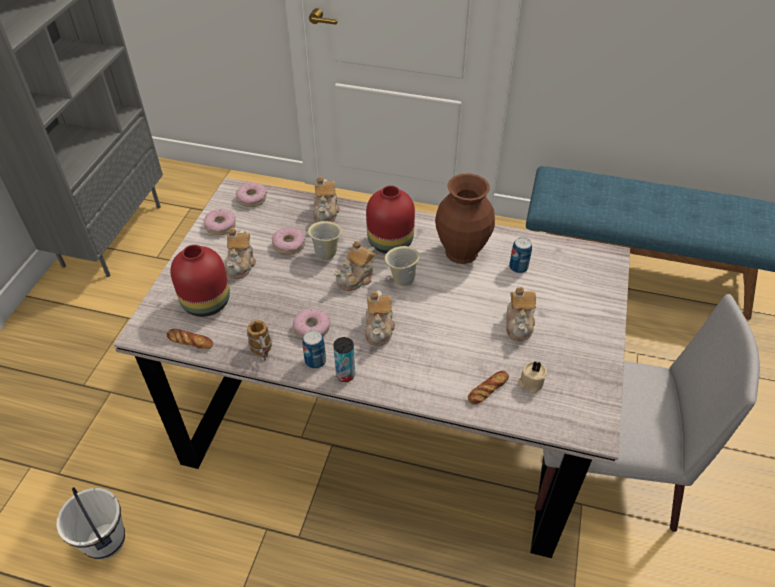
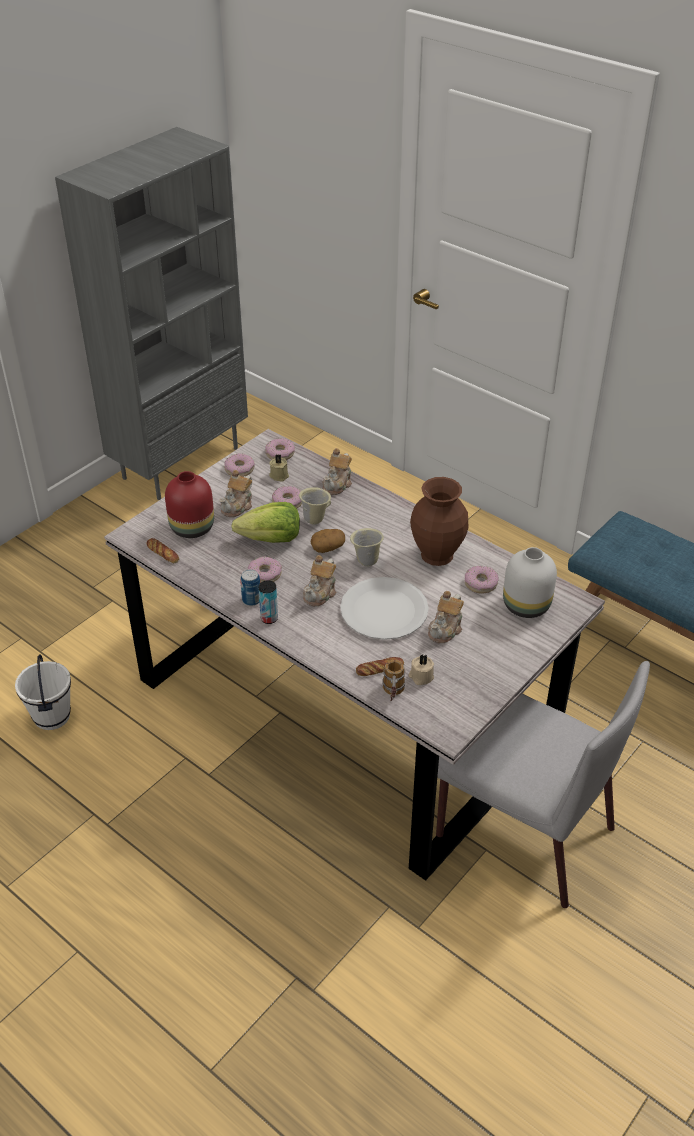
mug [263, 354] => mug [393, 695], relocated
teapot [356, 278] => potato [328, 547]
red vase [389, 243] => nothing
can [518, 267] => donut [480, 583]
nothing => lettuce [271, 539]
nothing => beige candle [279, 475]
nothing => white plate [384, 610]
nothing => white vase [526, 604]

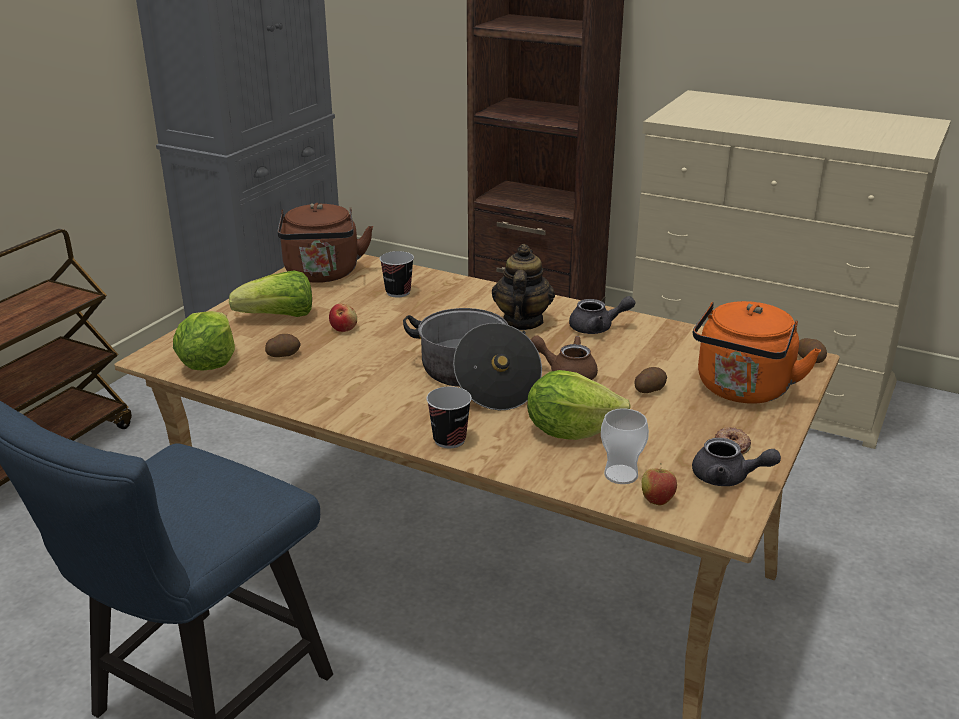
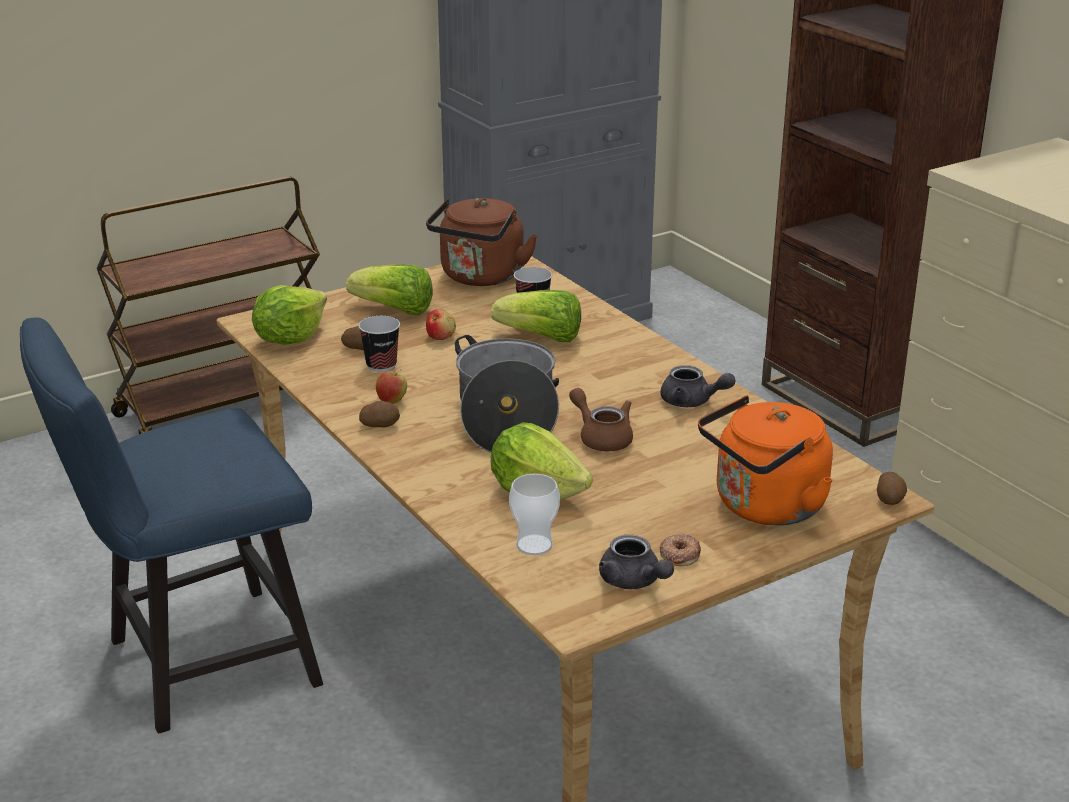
cup [449, 440] => cup [381, 365], relocated
teapot [521, 322] => nothing
potato [649, 389] => potato [379, 424], relocated
apple [657, 500] => apple [392, 401], relocated
nothing => lettuce [541, 337]

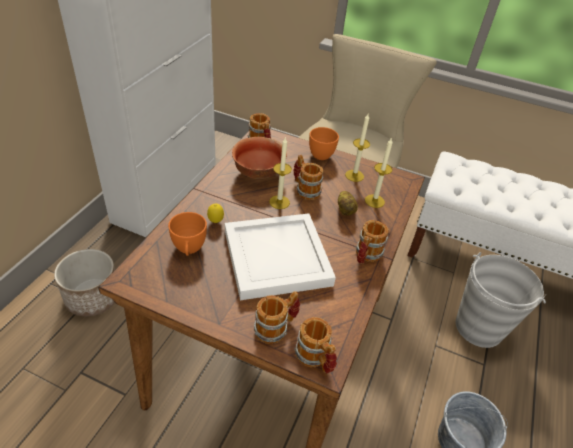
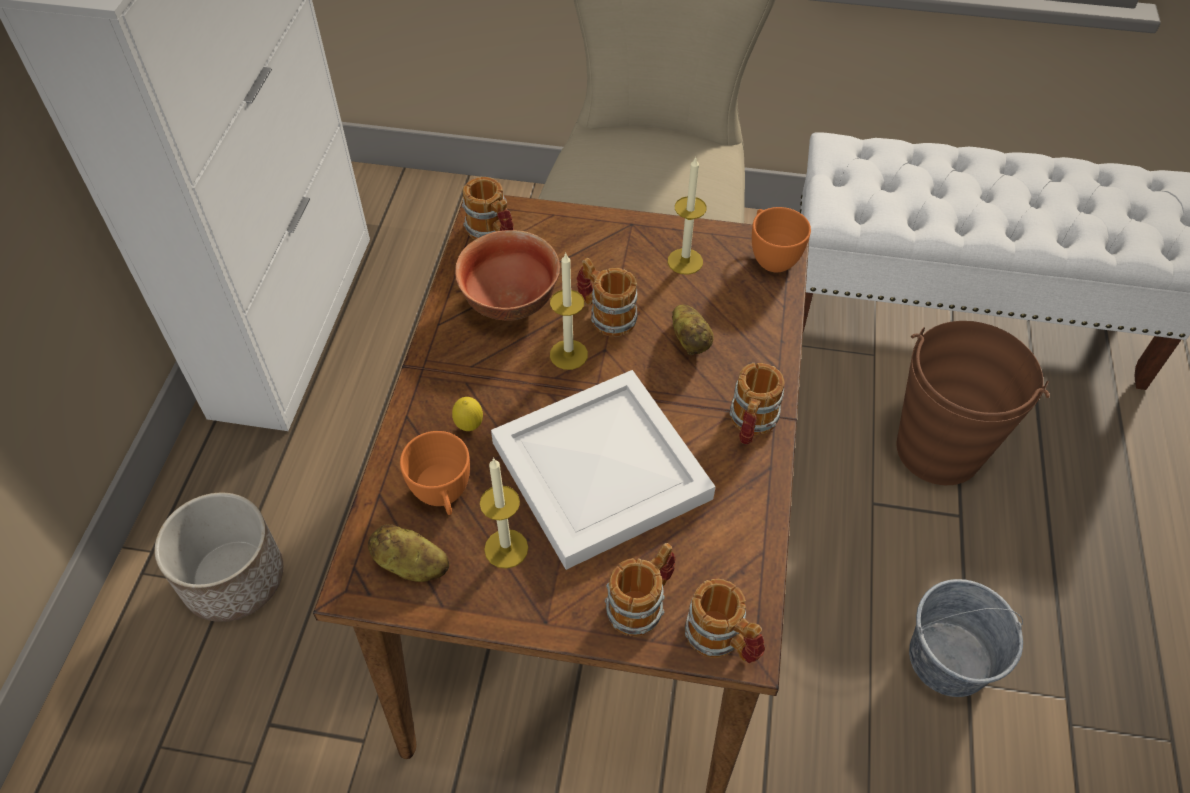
orange cup [320, 153] => orange cup [771, 256], relocated
candle [374, 201] => candle [506, 548], relocated
grey bucket [478, 327] => brown bucket [937, 450]
nothing => potato [411, 565]

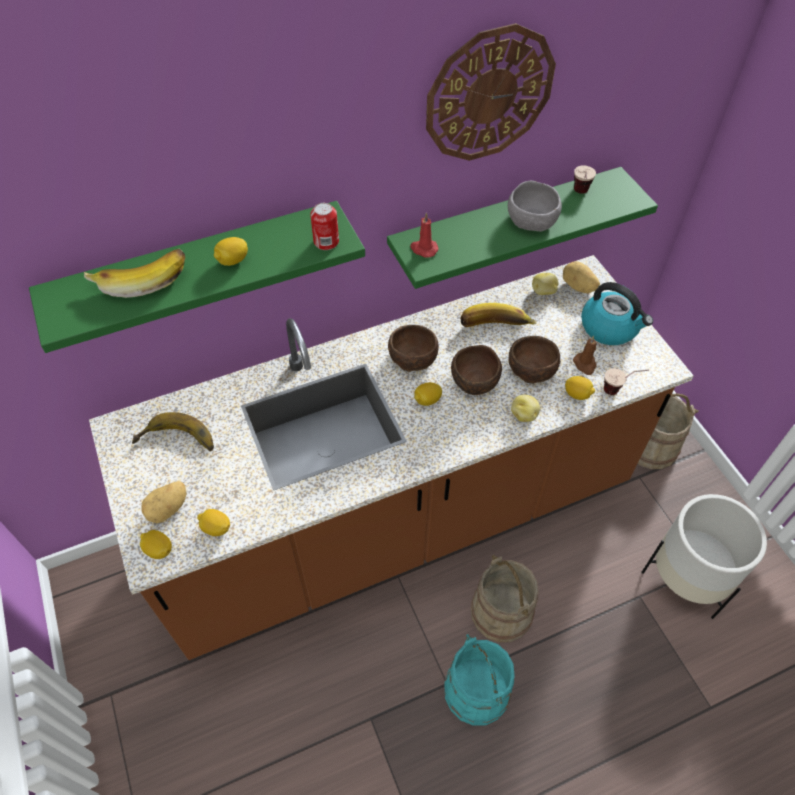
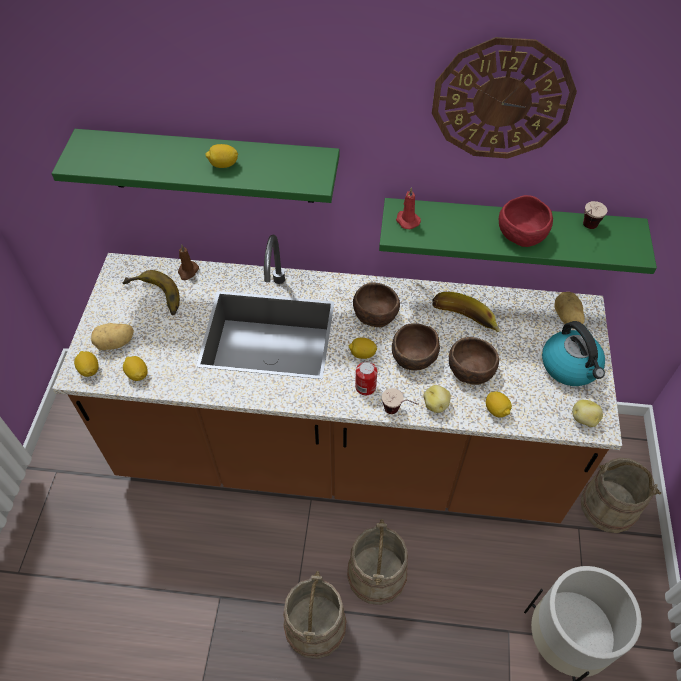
banana [141, 278] => nothing
can [326, 242] => can [365, 387], relocated
turquoise bucket [477, 691] => beige bucket [315, 626]
grey bowl [532, 221] => red bowl [522, 234]
potato [544, 291] => potato [584, 419], relocated
brown candle [585, 364] => brown candle [188, 271], relocated
cup [619, 390] => cup [398, 412], relocated

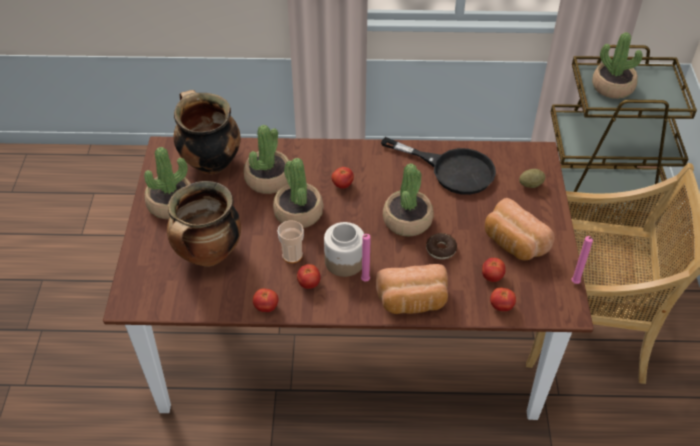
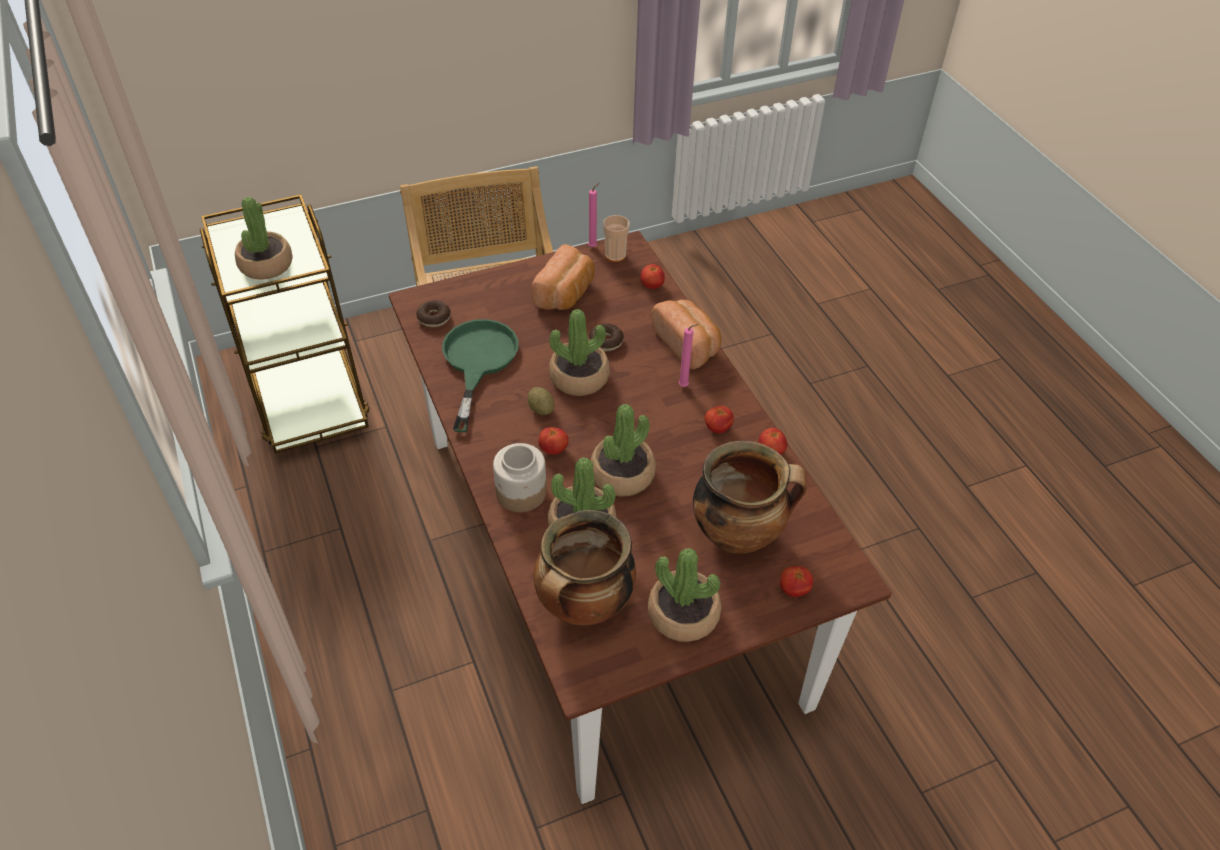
cup [292, 255] => cup [615, 255], relocated
jar [344, 261] => jar [521, 493], relocated
black frying pan [452, 169] => green frying pan [478, 362]
tomato [492, 277] => tomato [793, 589], relocated
potato [530, 184] => potato [541, 409], relocated
nothing => donut [434, 318]

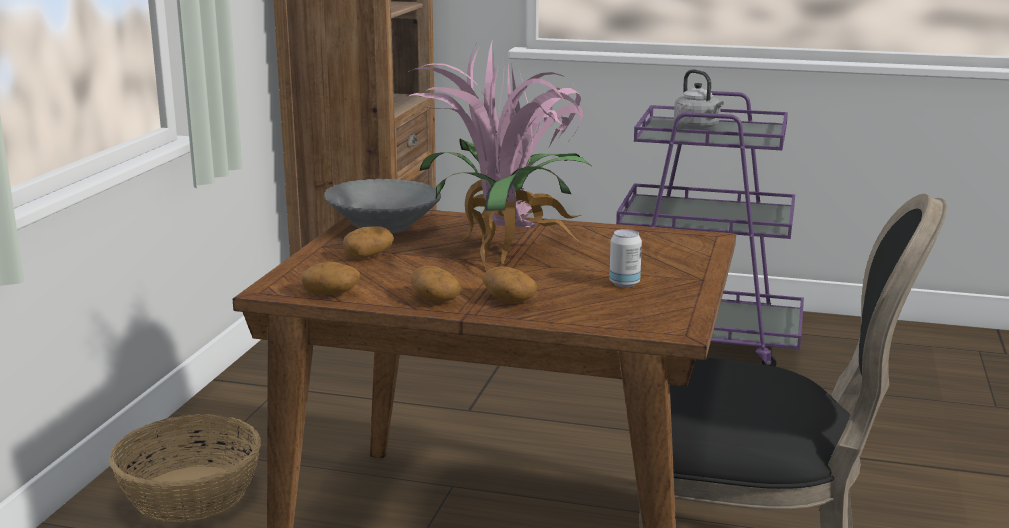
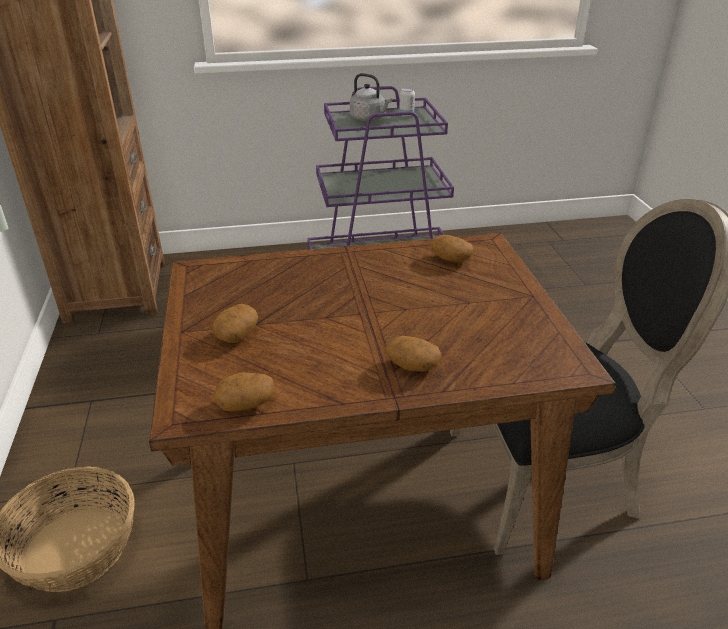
grey bowl [384, 226] => nothing
potted plant [510, 251] => nothing
potato [434, 299] => potato [450, 258], relocated
can [624, 283] => can [406, 115], relocated

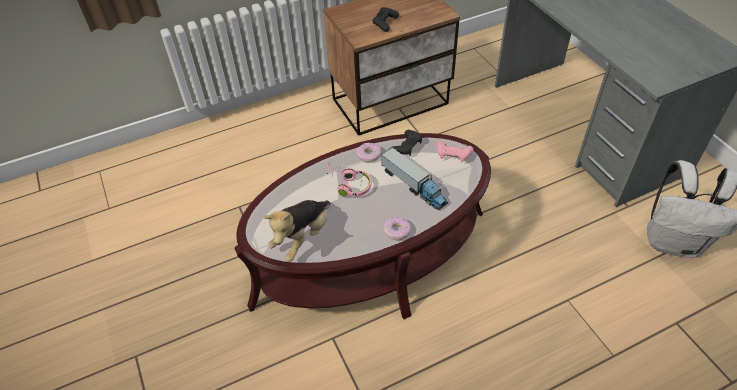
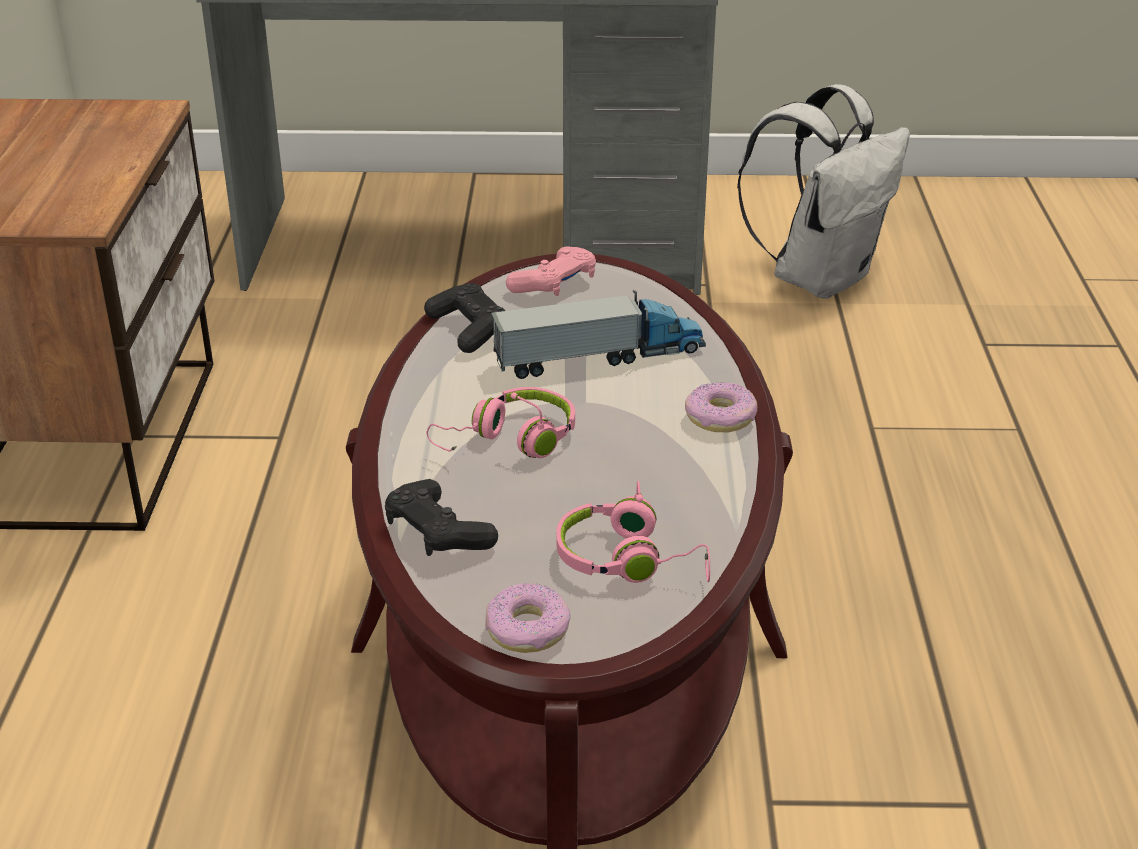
plush toy [302, 238] => pink headphones [630, 560]
donut [369, 155] => donut [528, 629], relocated
black game controller [385, 23] => black game controller [438, 533], relocated

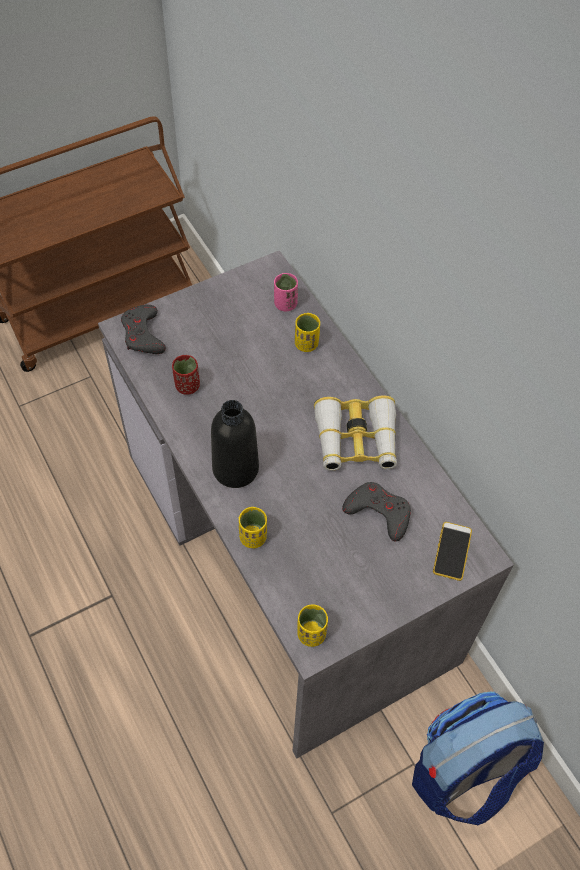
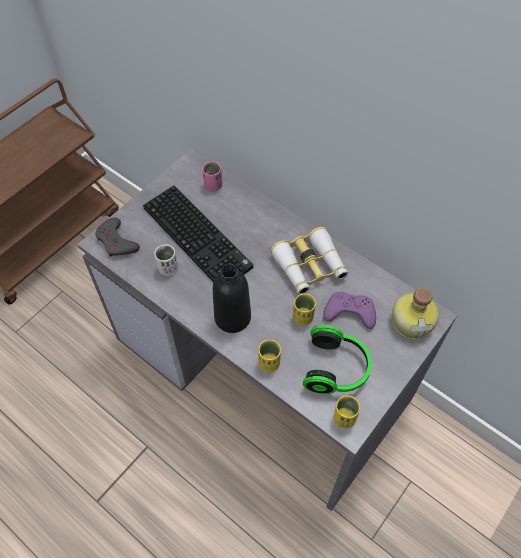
red cup [187, 386] => white cup [168, 268]
yellow cup [306, 344] => yellow cup [303, 317], relocated
grey game controller [378, 512] => purple game controller [349, 312]
backpack [463, 773] => nothing
phone [452, 551] => bottle [412, 321]
nothing => keyboard [199, 237]
nothing => headphones [337, 368]

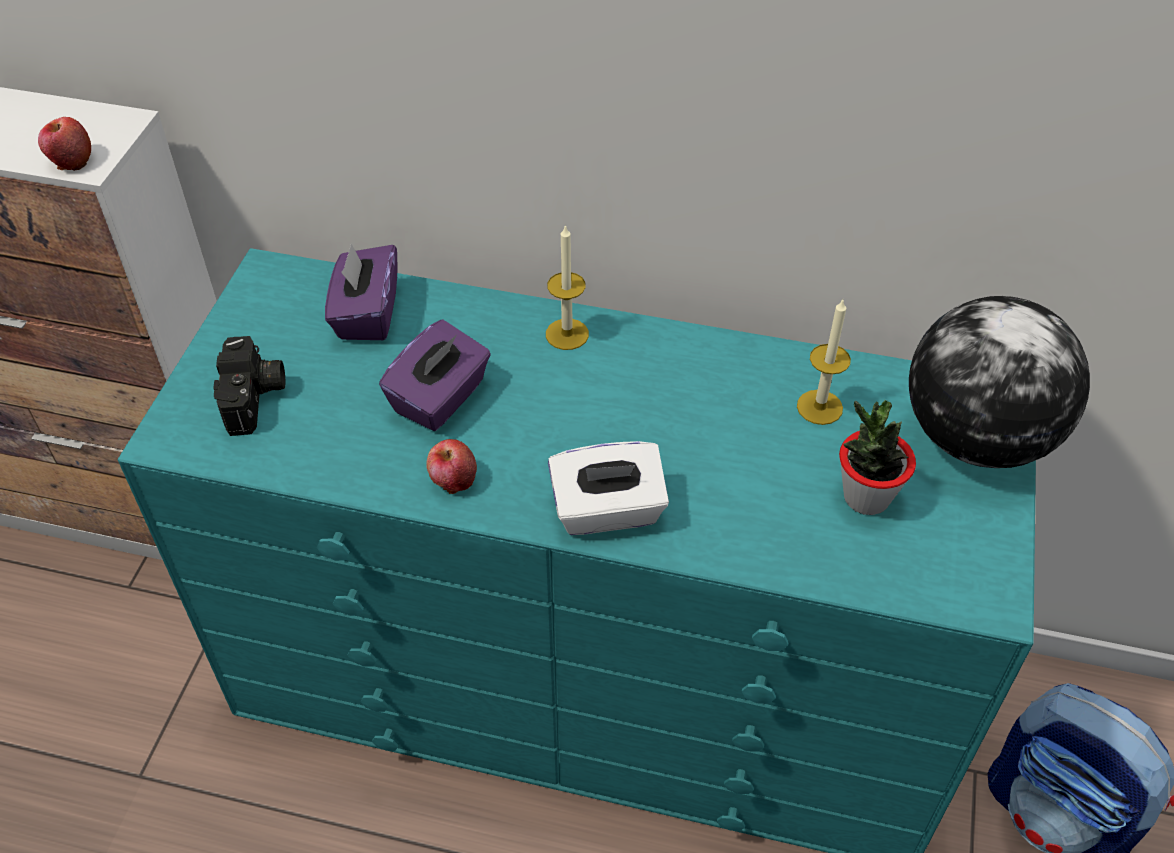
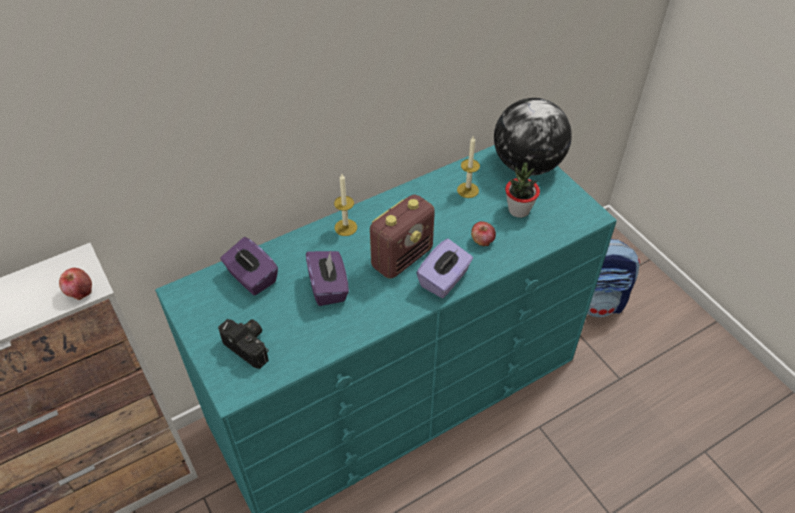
apple [453, 480] => apple [482, 241], relocated
white tissue box [607, 511] => purple tissue box [444, 280]
nothing => radio [402, 257]

